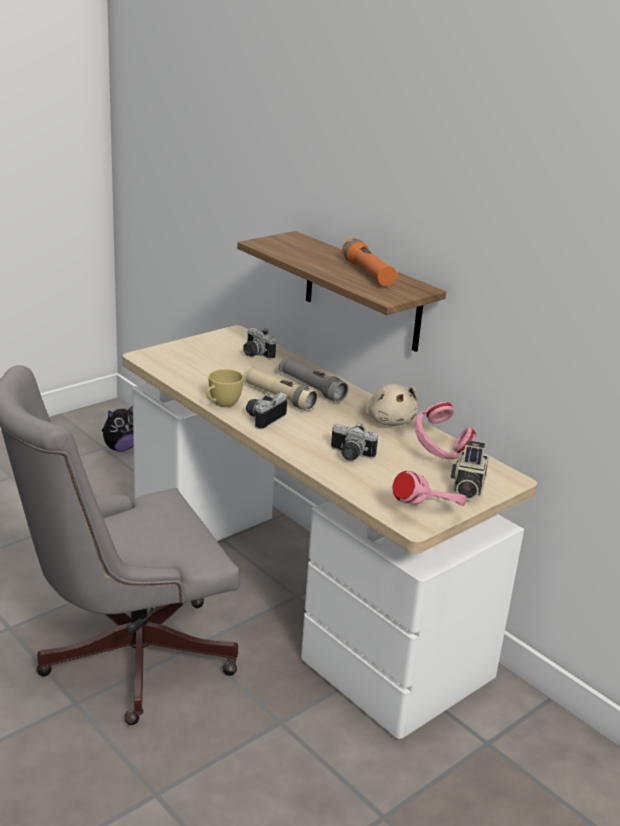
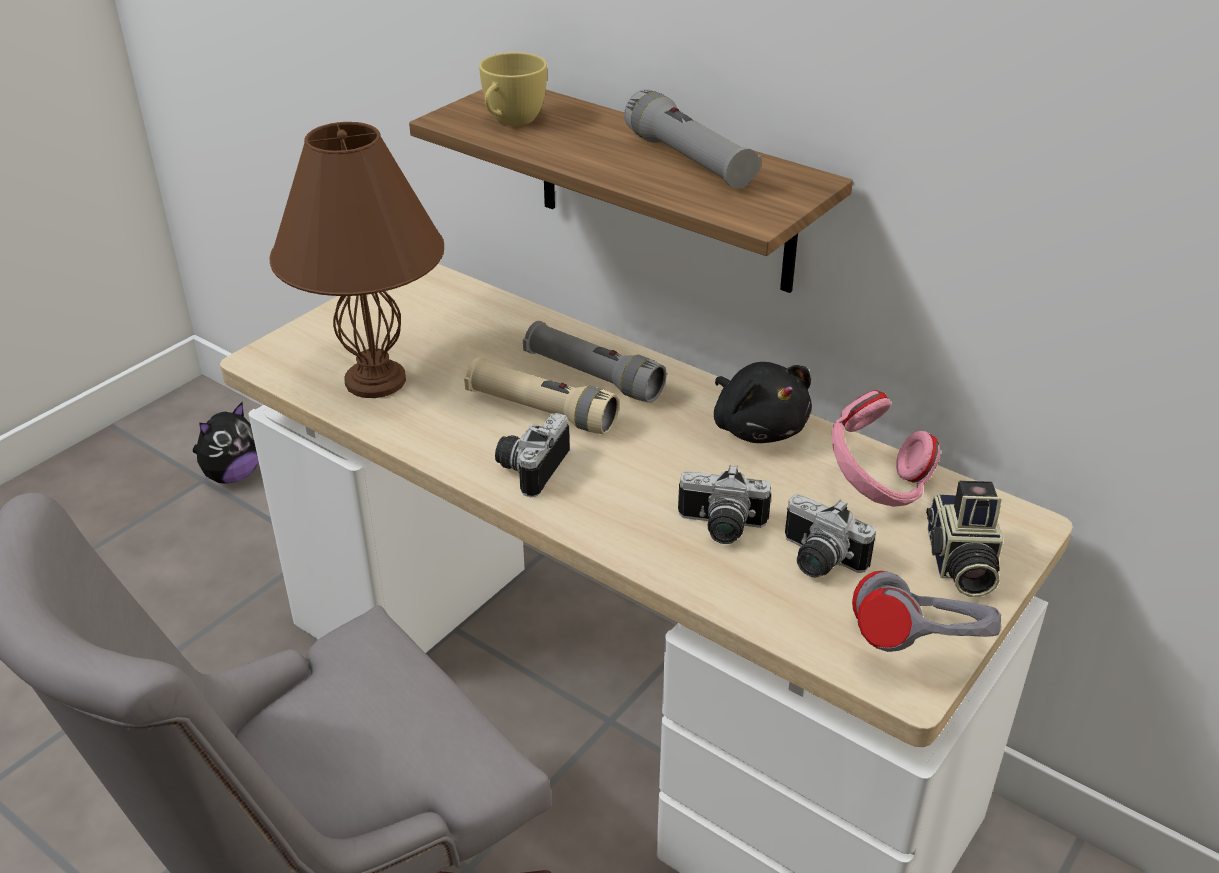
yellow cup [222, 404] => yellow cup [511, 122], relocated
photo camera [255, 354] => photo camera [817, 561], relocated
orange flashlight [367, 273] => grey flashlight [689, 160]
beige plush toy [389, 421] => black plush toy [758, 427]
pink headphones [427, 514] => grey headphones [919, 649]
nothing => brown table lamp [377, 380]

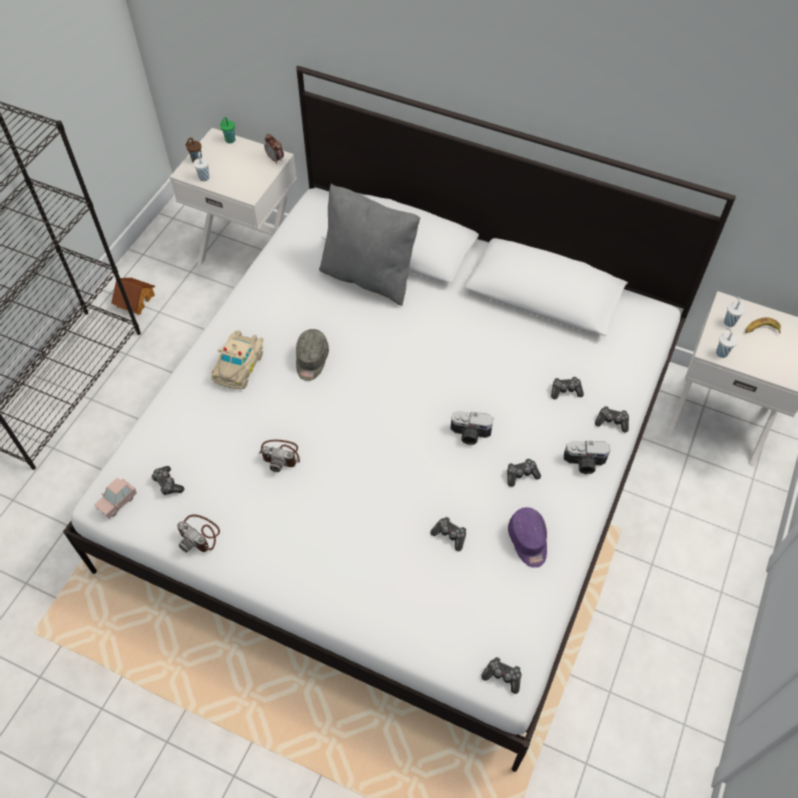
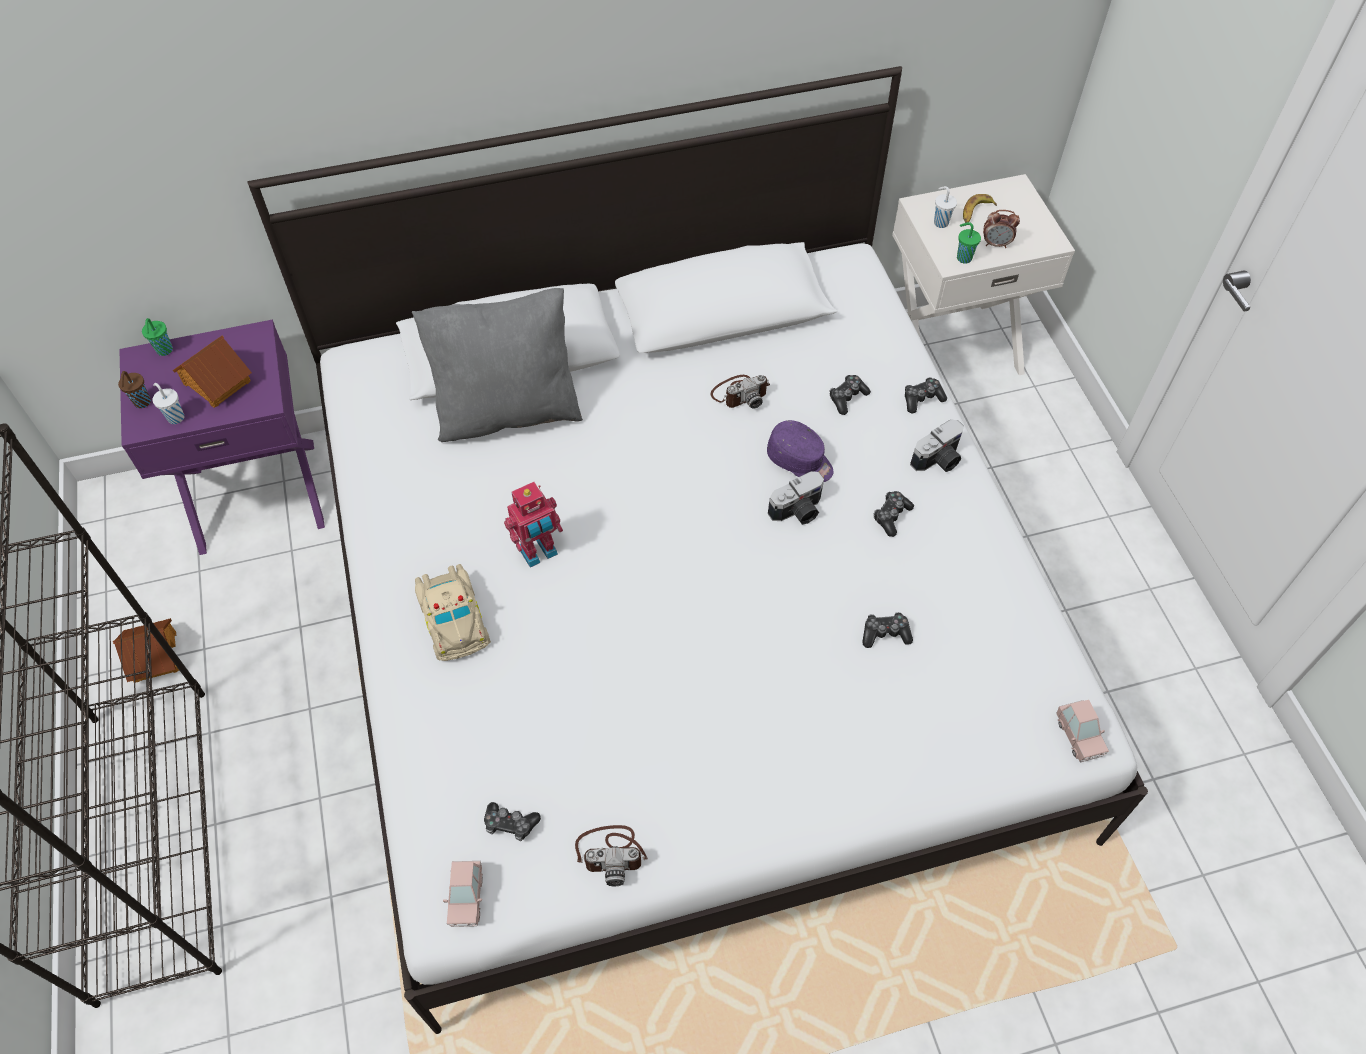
white nightstand [249, 250] => purple nightstand [258, 494]
photo camera [280, 455] => photo camera [740, 393], relocated
alarm clock [275, 159] => alarm clock [996, 244], relocated
grey cap [311, 360] => toy robot [539, 552]
game controller [502, 676] => pink toy car [1078, 736]
purple cap [528, 541] => purple cap [800, 461], relocated
white cup [721, 352] => green cup [963, 258]
nothing => toy house [216, 383]

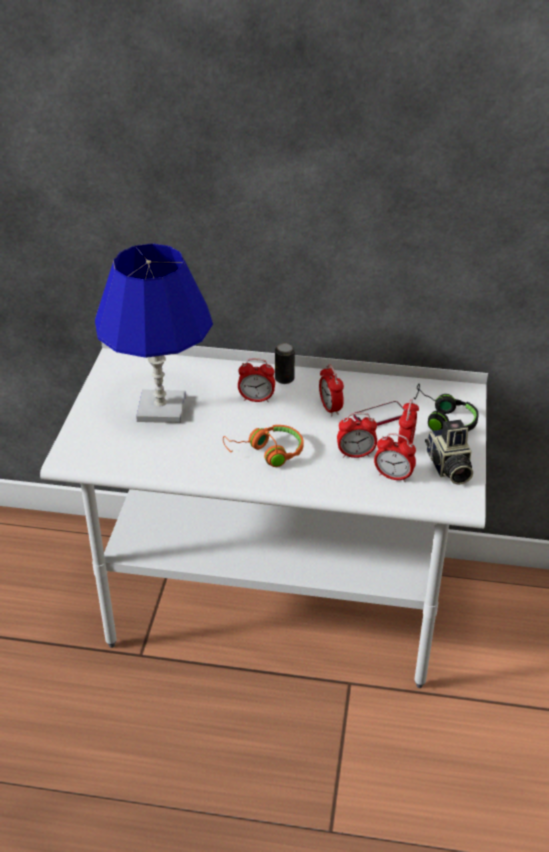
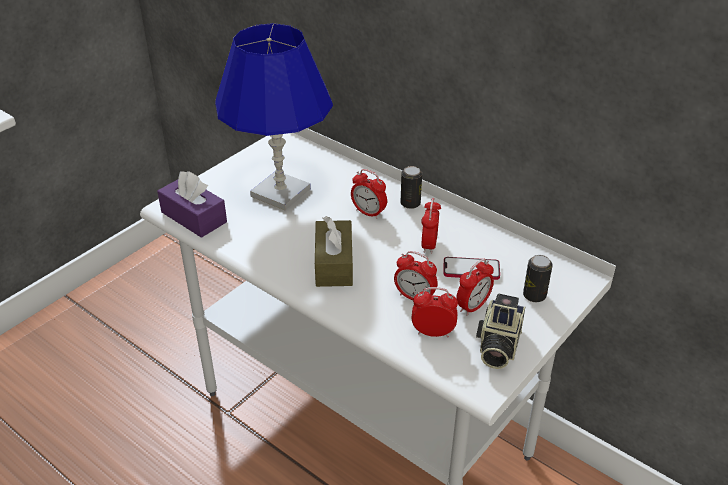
orange headphones [267, 453] => brown tissue box [334, 264]
alarm clock [393, 476] => alarm clock [433, 332], 135 degrees clockwise
black headphones [443, 419] => can [534, 295]
nothing => purple tissue box [194, 217]

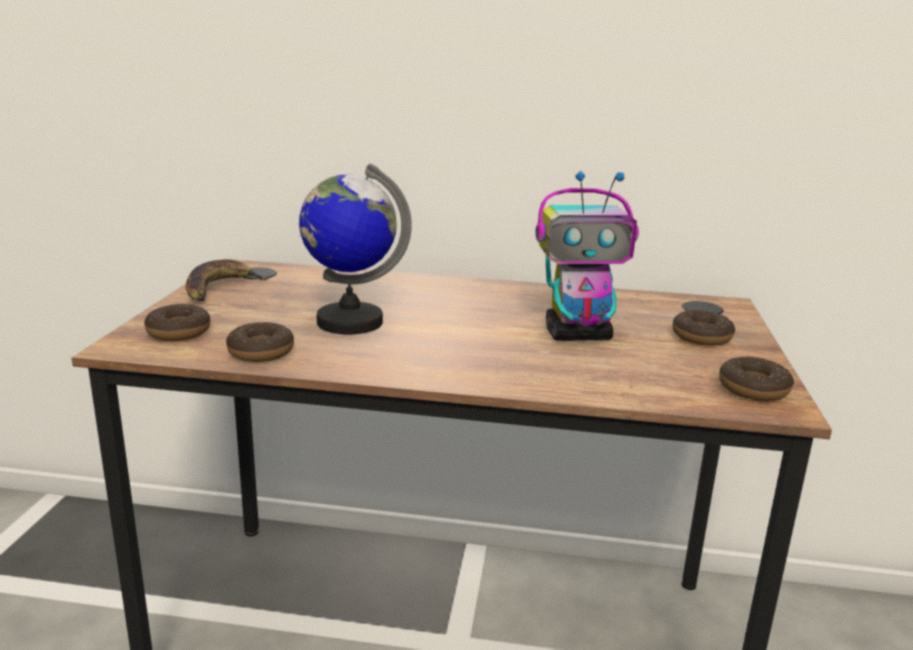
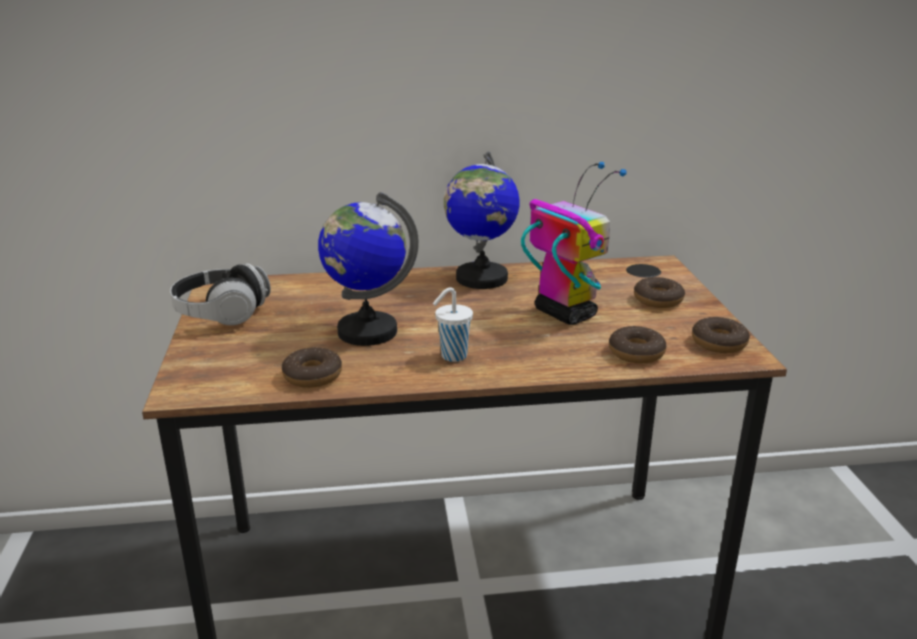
donut [178, 332] => donut [636, 353], relocated
banana [220, 288] => headphones [222, 313]
toy robot [579, 335] => toy robot [564, 313], 105 degrees counterclockwise
nothing => white cup [452, 356]
nothing => globe [481, 278]

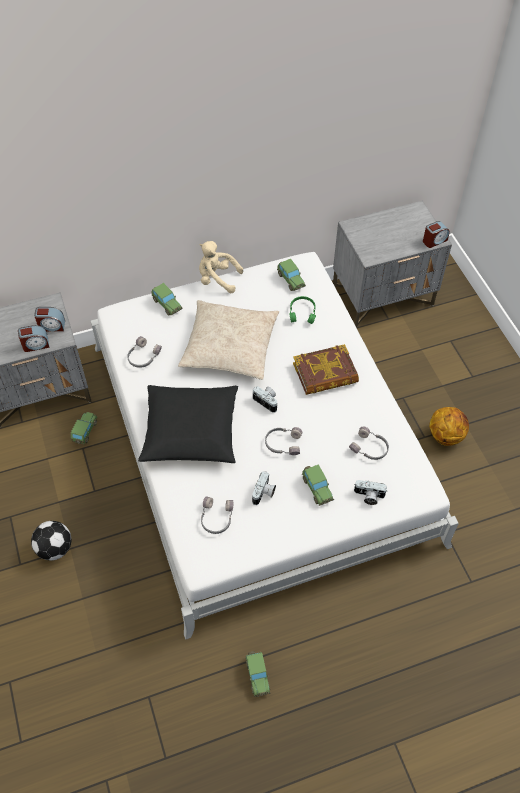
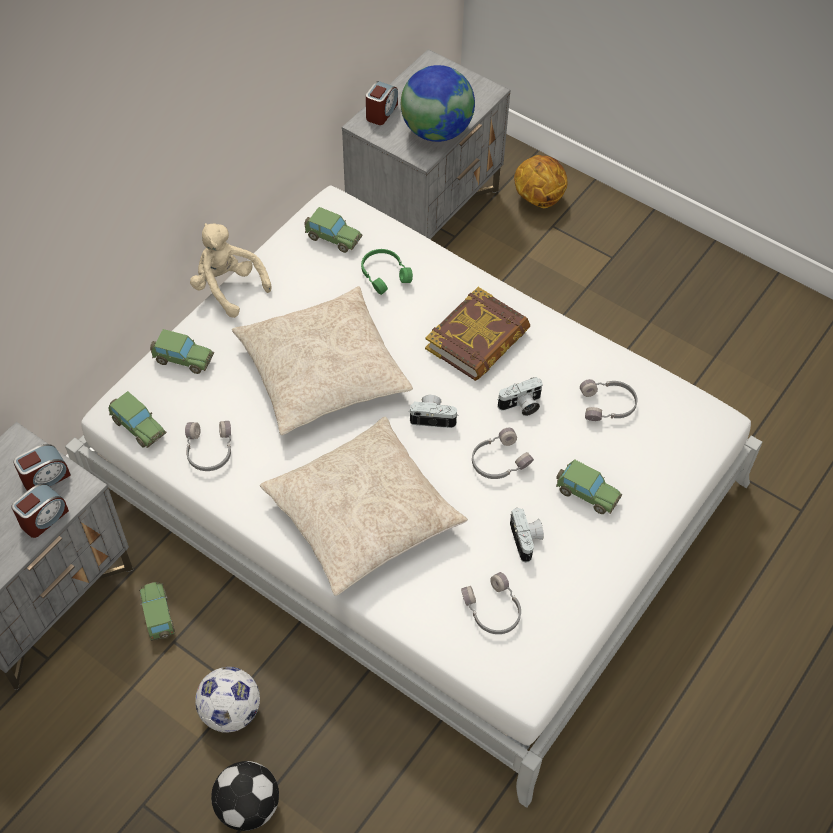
black pillow [190, 430] => beige pillow [362, 515]
beige plush toy [217, 279] => beige plush toy [228, 287], 60 degrees clockwise
toy car [257, 675] => toy car [138, 427], relocated
photo camera [368, 496] => photo camera [521, 406], relocated
alarm clock [434, 240] => alarm clock [381, 112], relocated
basketball [445, 435] => basketball [538, 198], relocated
nothing => football [230, 711]
nothing => globe [436, 131]

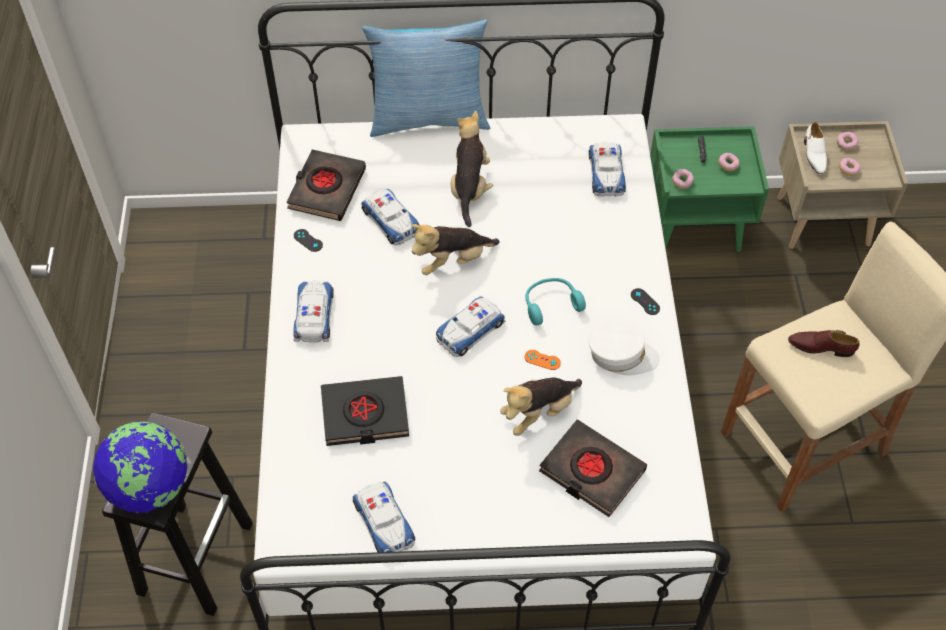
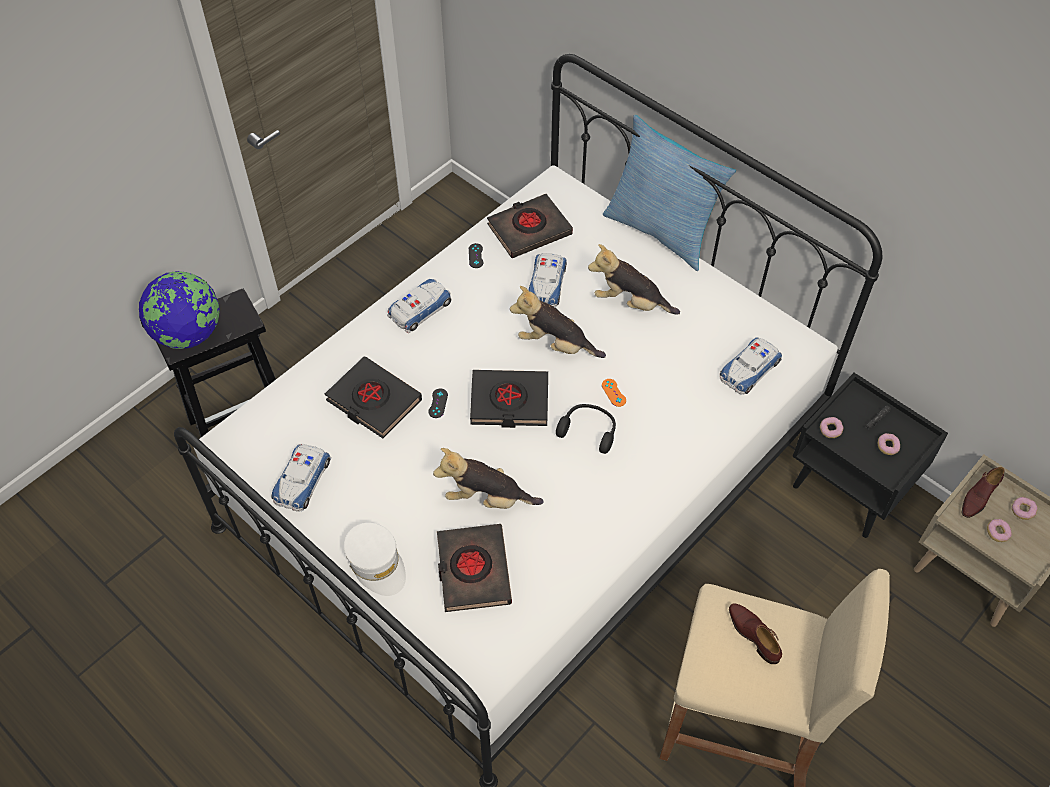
toy car [470, 330] => black book [509, 402]
plush toy [469, 188] => plush toy [630, 303], 120 degrees counterclockwise
orange game controller [542, 360] => orange game controller [613, 393], relocated
turquoise headphones [551, 304] => black headphones [589, 430]
white cap [621, 355] => white cap [377, 564], relocated
black game controller [645, 301] => black game controller [438, 403], relocated
green nightstand [696, 225] => black nightstand [850, 488]
white shoe [813, 155] => brown shoe [978, 497]

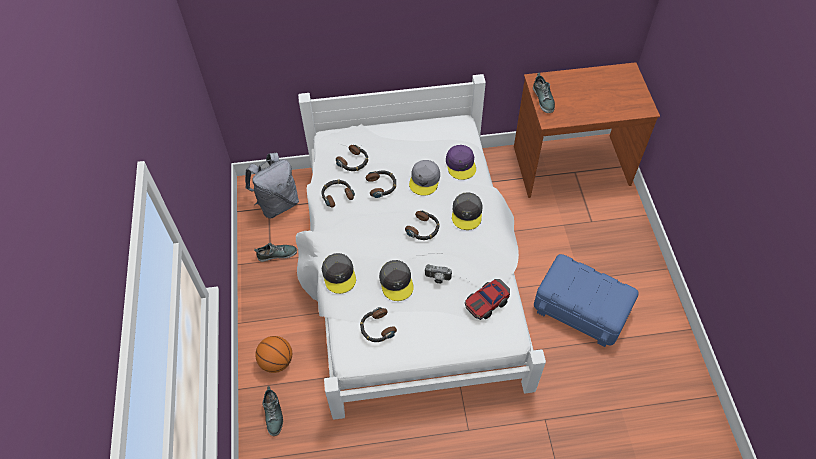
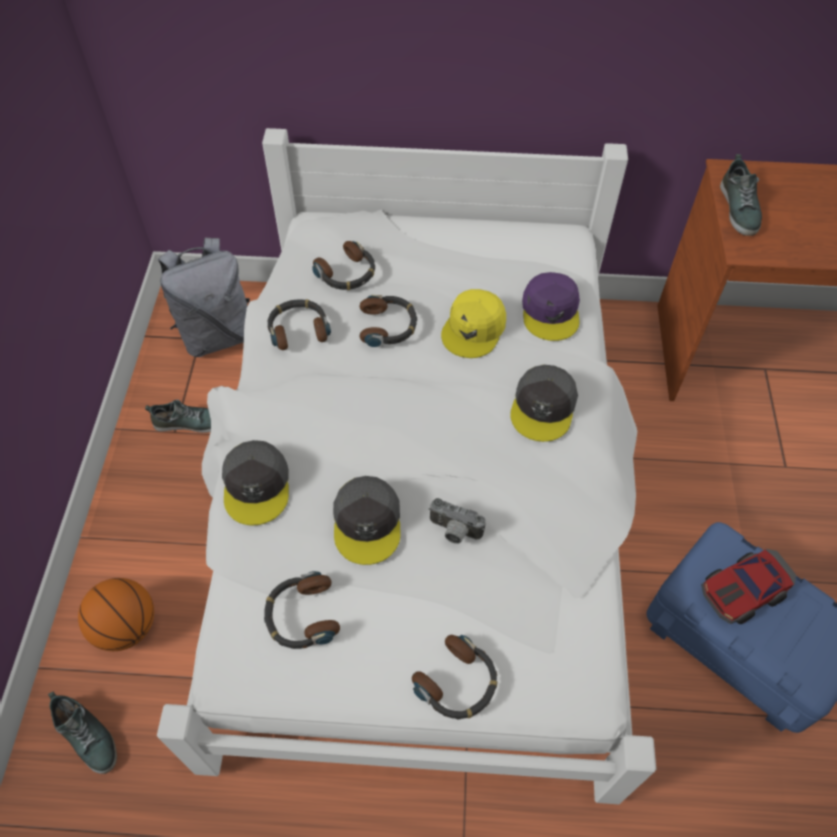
shoe [274, 414] => shoe [88, 735], 45 degrees counterclockwise
headphones [423, 229] => headphones [458, 683], relocated
grey cap [425, 180] => yellow cap [474, 329]
toy car [487, 302] => toy car [743, 591], relocated

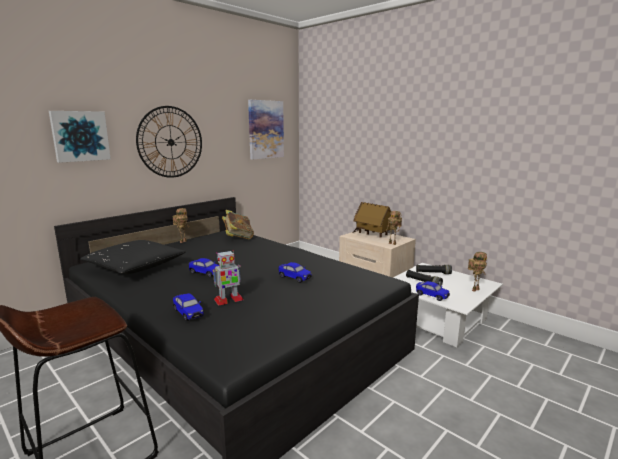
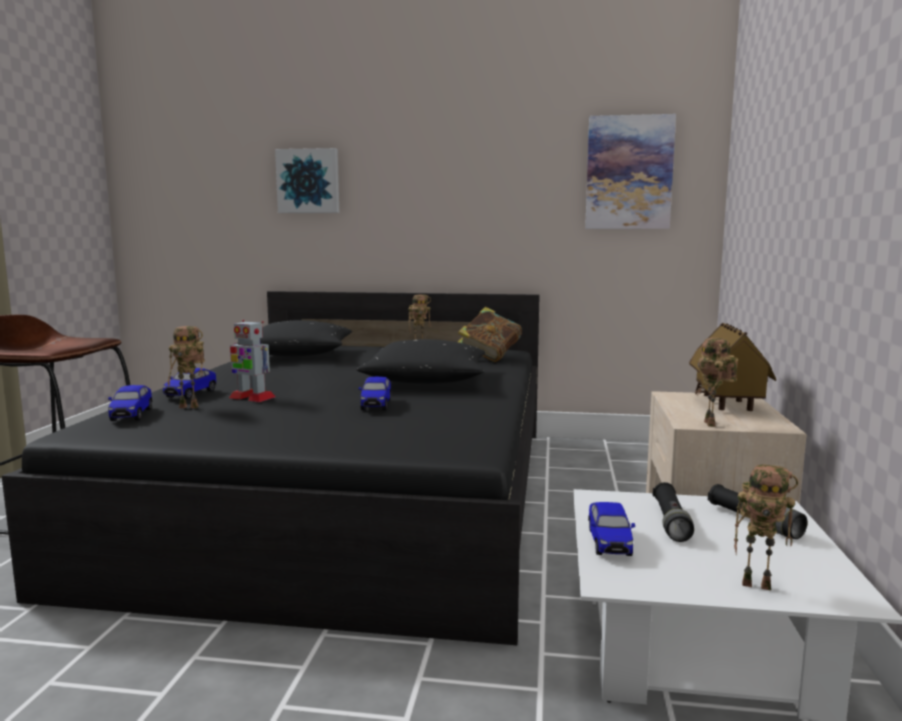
wall clock [170, 142] => nothing
toy car [205, 273] => toy car [131, 415], relocated
nothing => toy robot [191, 406]
nothing => black pillow [426, 380]

